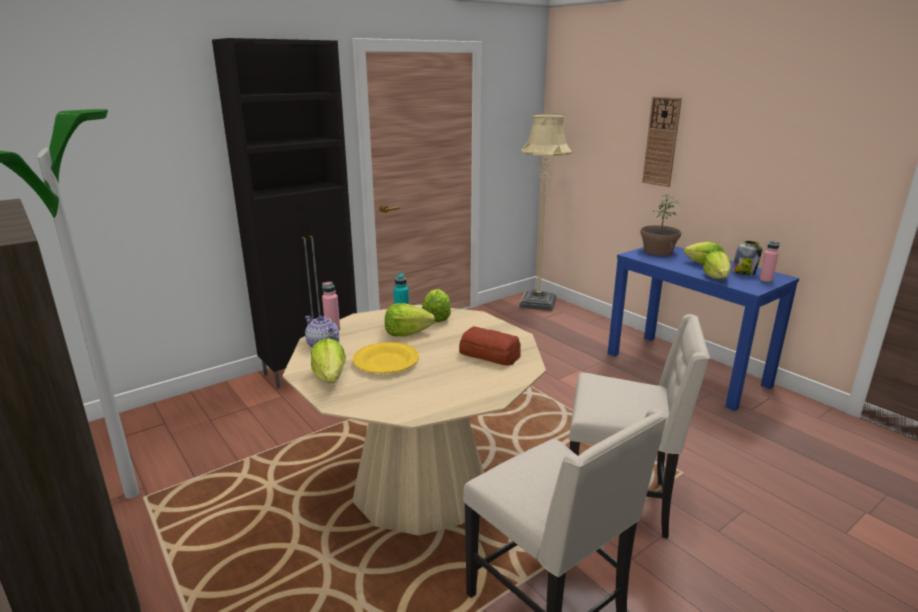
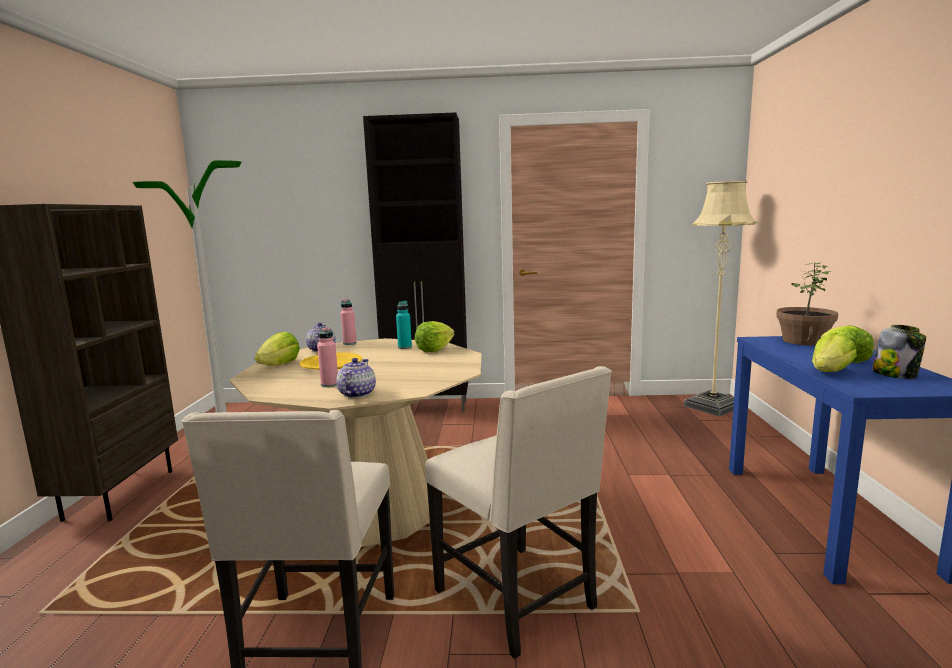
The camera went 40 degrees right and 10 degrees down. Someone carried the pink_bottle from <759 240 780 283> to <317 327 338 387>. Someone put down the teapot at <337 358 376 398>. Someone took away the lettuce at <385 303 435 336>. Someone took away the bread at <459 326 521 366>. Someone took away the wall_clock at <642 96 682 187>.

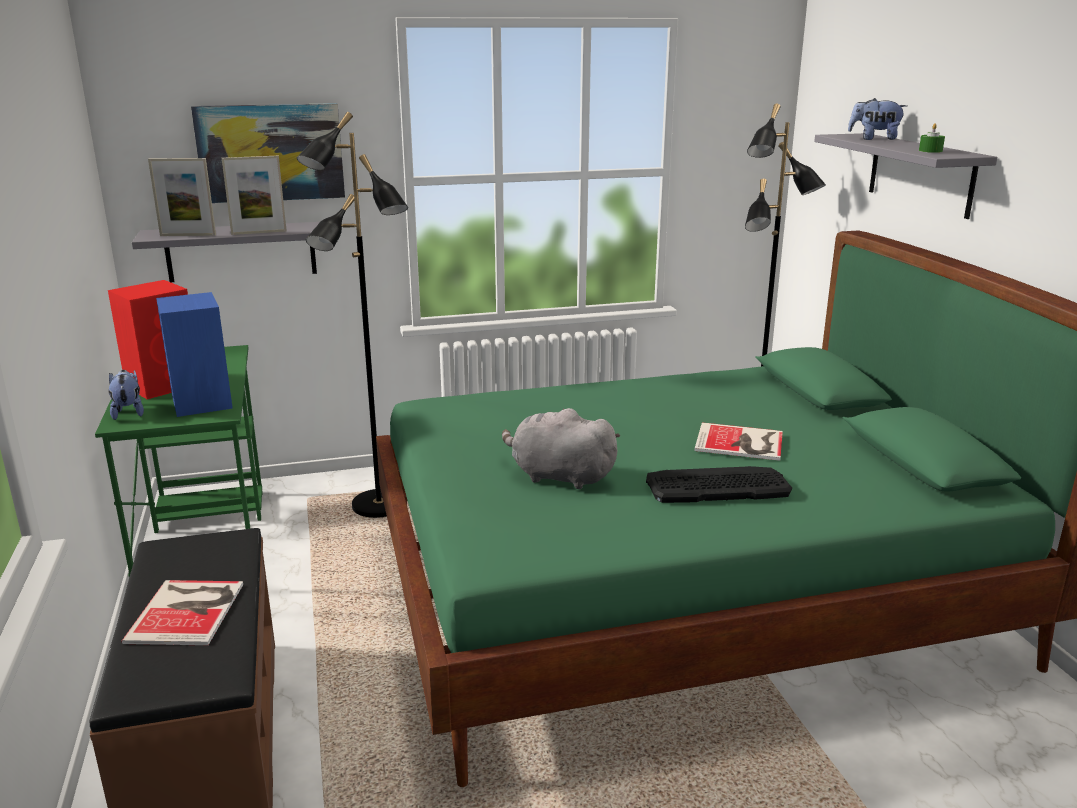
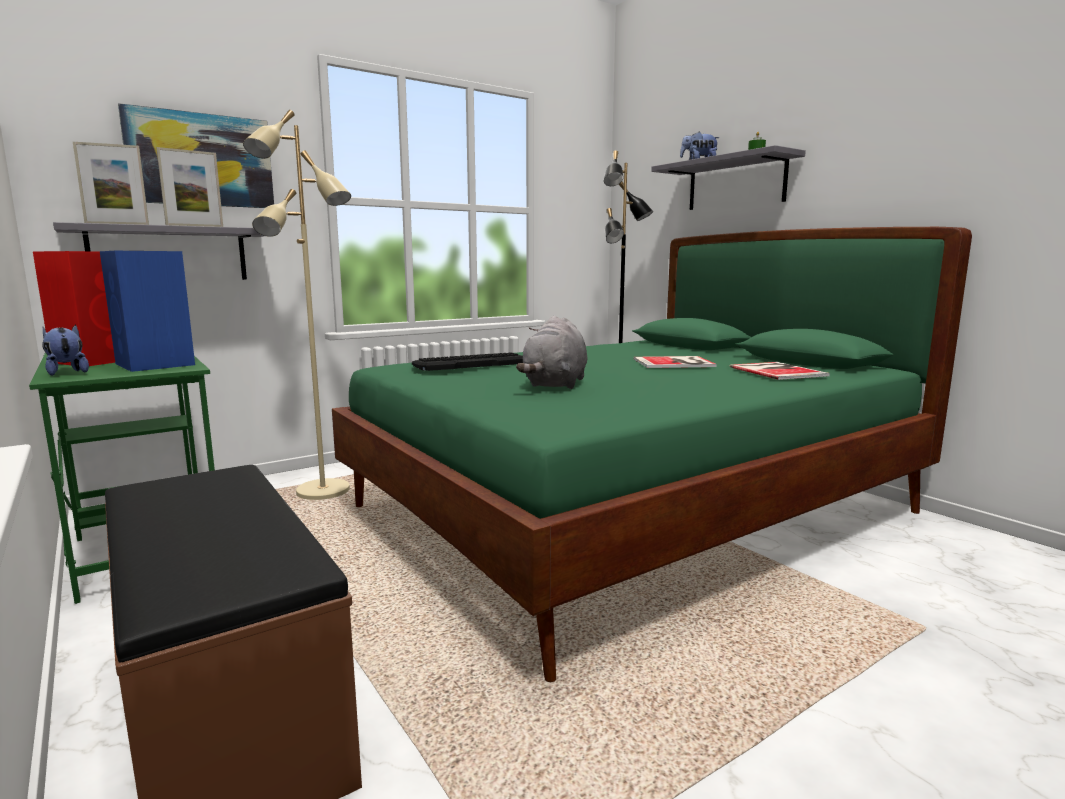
The camera went 20 degrees left and 10 degrees down. Someone repainted the black_floor_lamp at <297 112 408 518>, which became the beige_floor_lamp at <243 110 351 500>. Someone carried the keyboard from <646 466 792 503> to <412 352 523 371>. Someone rotated the grey_plush_toy at <502 408 620 489> by 75 degrees counterclockwise. Someone carried the book from <121 580 243 645> to <730 362 830 380>.

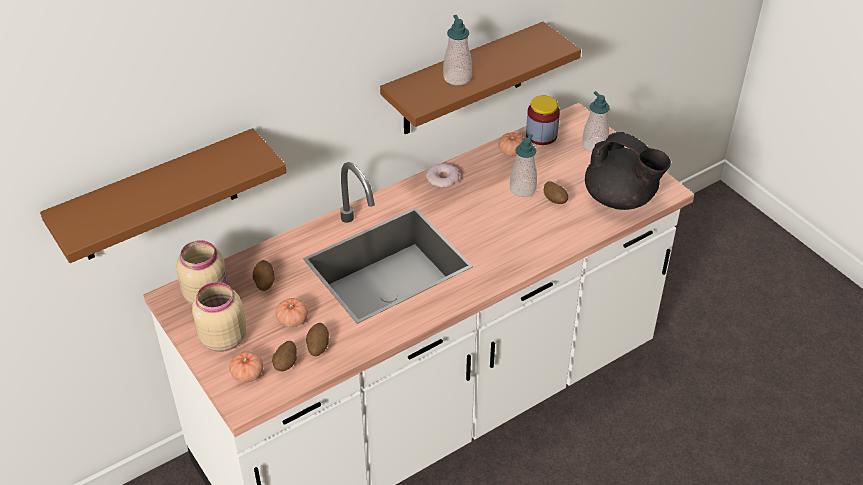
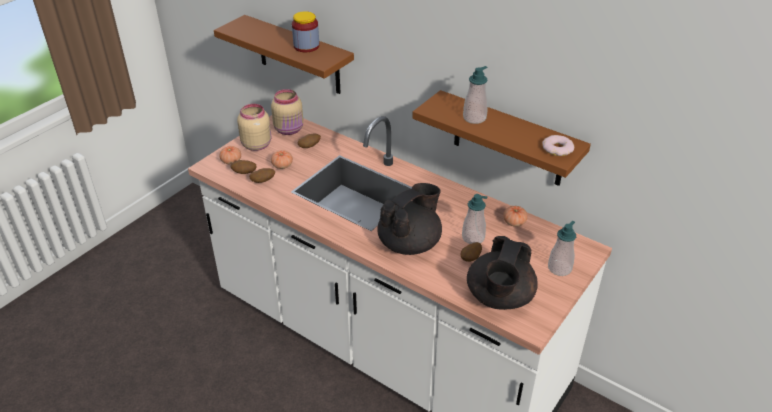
The camera went 70 degrees right and 5 degrees down. Someone carried the jar from <526 96 560 145> to <292 11 319 52>. Someone put down the black_teapot at <377 183 442 255>. Someone carried the donut from <426 163 460 188> to <542 135 574 156>.

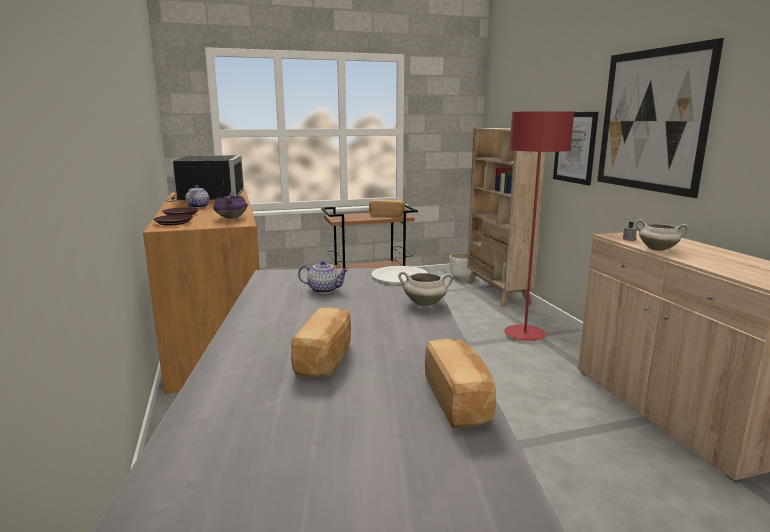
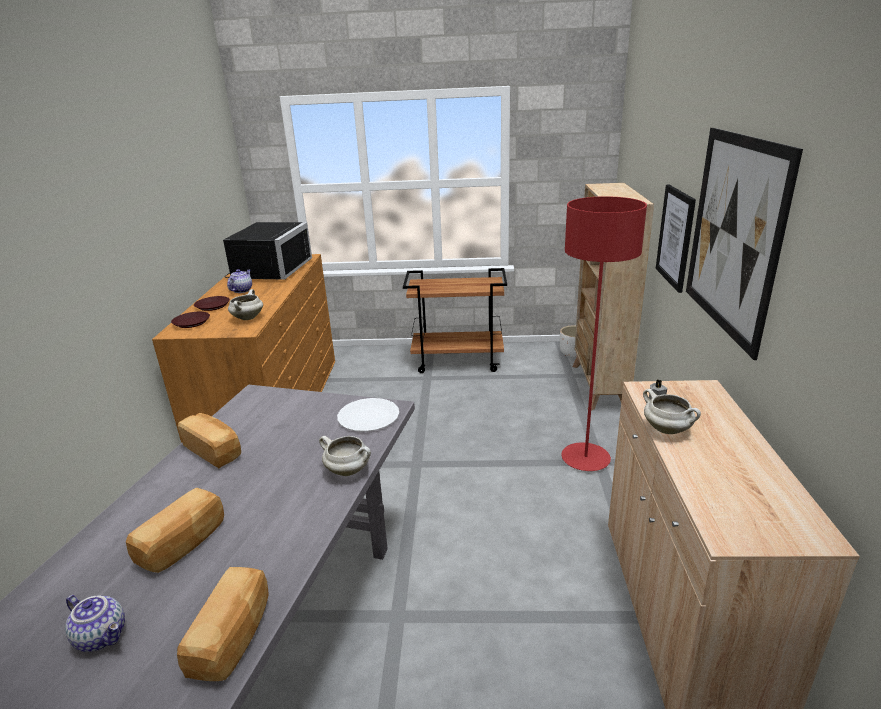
The camera went 20 degrees right and 10 degrees up. Someone carried the teapot from <298 260 349 294> to <65 595 125 652>. Someone carried the bread from <369 199 405 217> to <178 413 241 468>. Someone repainted the purple_cooking_pot at <213 192 248 219>, which became the white_cooking_pot at <228 289 263 320>.

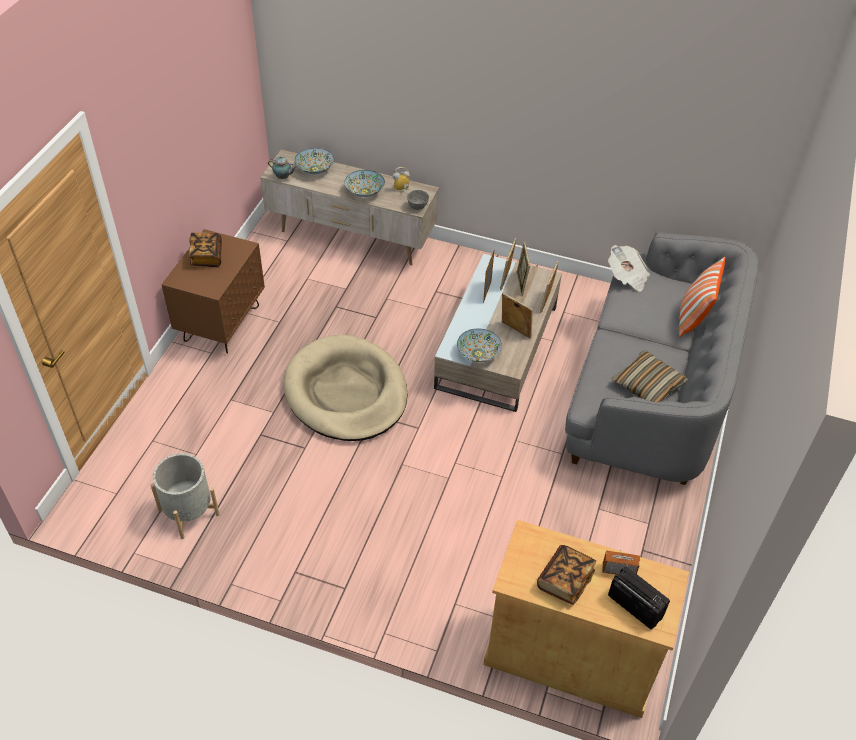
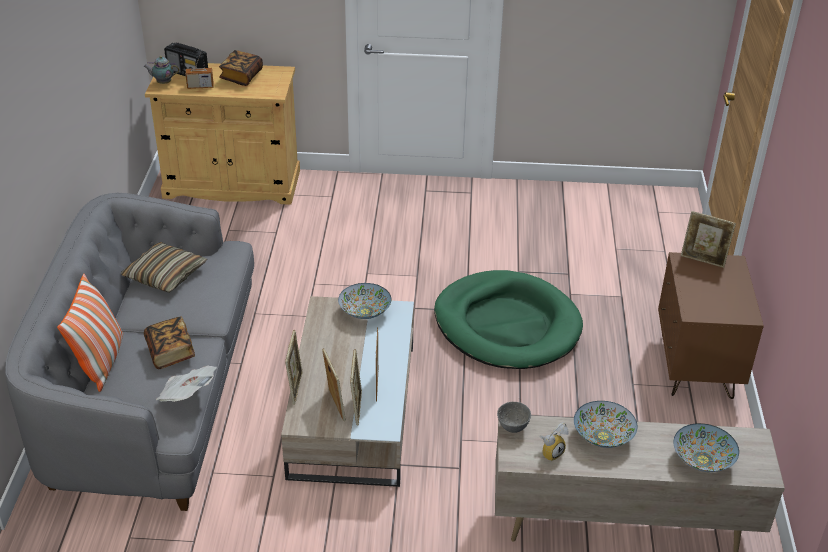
The camera went 165 degrees right and 10 degrees down. Someone carried the teapot from <268 156 296 179> to <143 56 180 84>. Someone carried the book from <189 232 222 267> to <144 316 195 369>. Someone repainted the beige_dog_bed at <283 335 408 441>, which became the green_dog_bed at <434 270 583 369>. Someone carried the picture_frame from <502 293 533 339> to <681 211 736 268>. Someone took away the grey_planter at <151 453 220 539>.

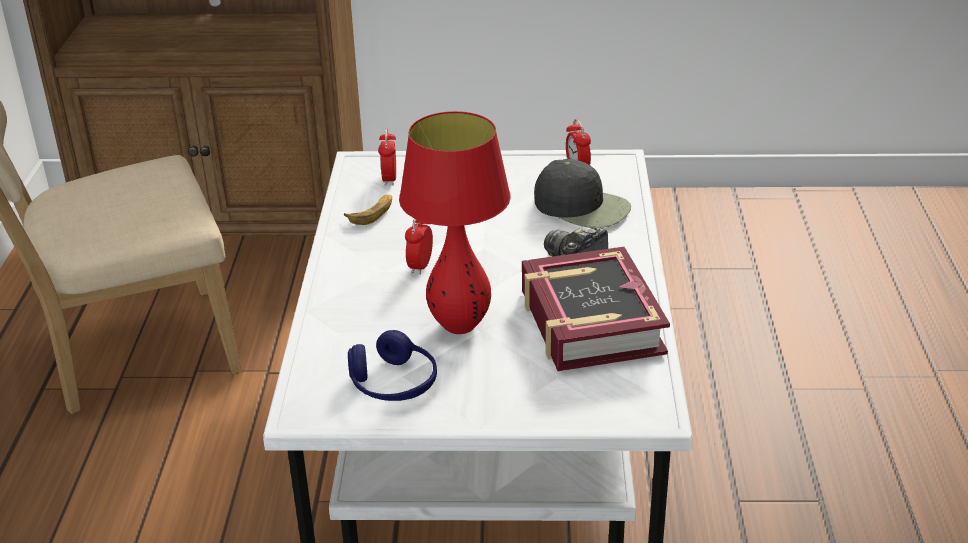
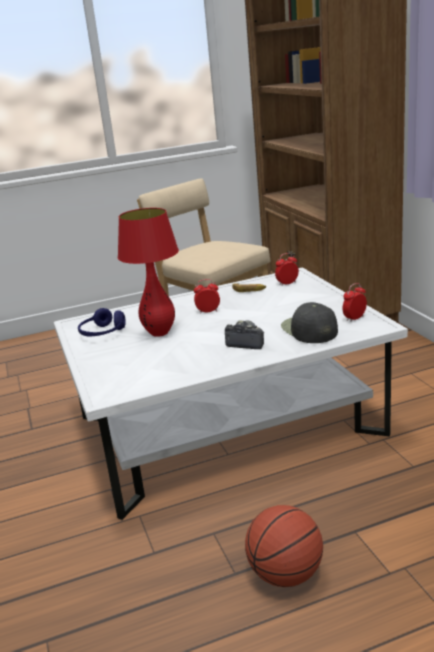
The camera went 70 degrees right and 10 degrees down. Someone put down the basketball at <245 505 323 587>. Someone rotated the black_cap at <534 159 631 228> by 150 degrees clockwise. Someone took away the book at <522 247 670 371>.

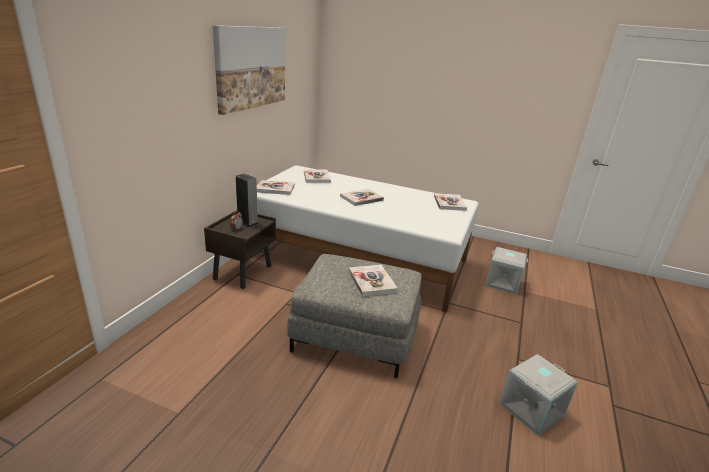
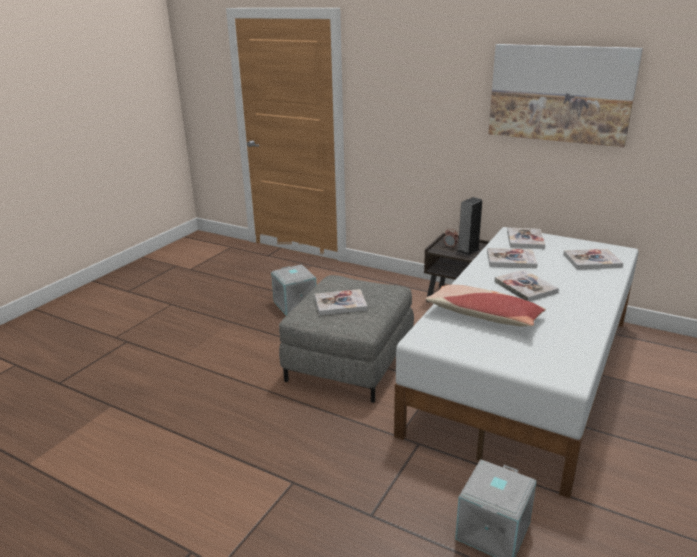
The camera went 100 degrees right and 0 degrees up. Someone carried the grey_storage_box from <500 354 578 436> to <271 264 316 315>. Someone put down the pillow at <426 285 546 327>. Someone carried the book from <434 193 467 211> to <487 248 538 268>.

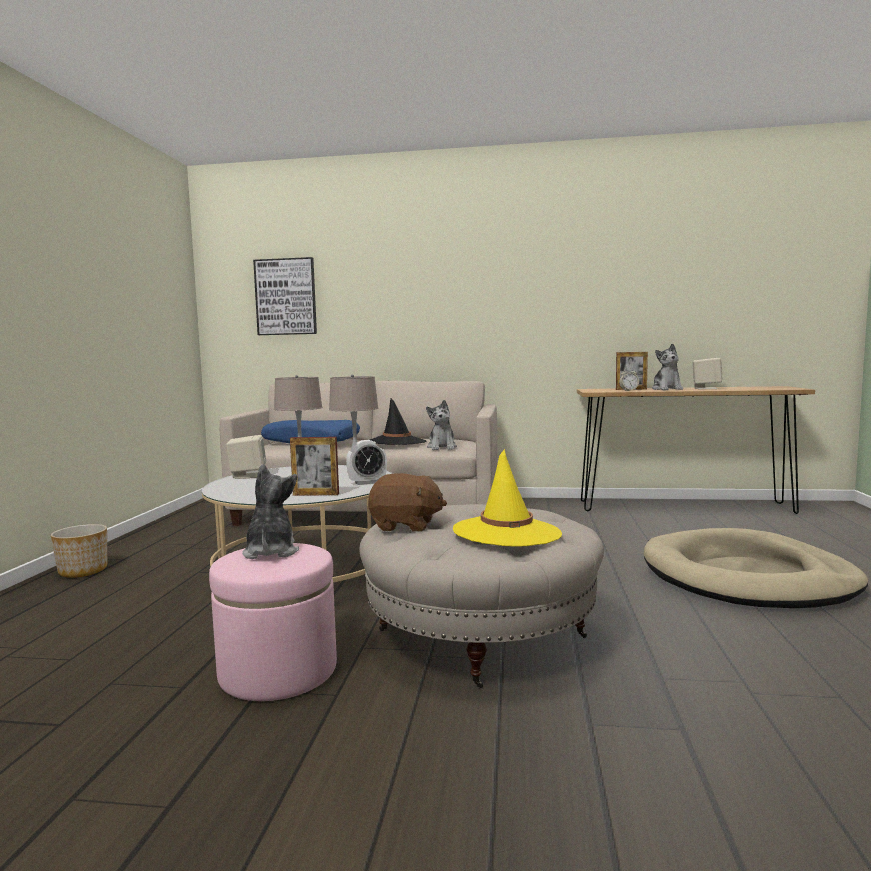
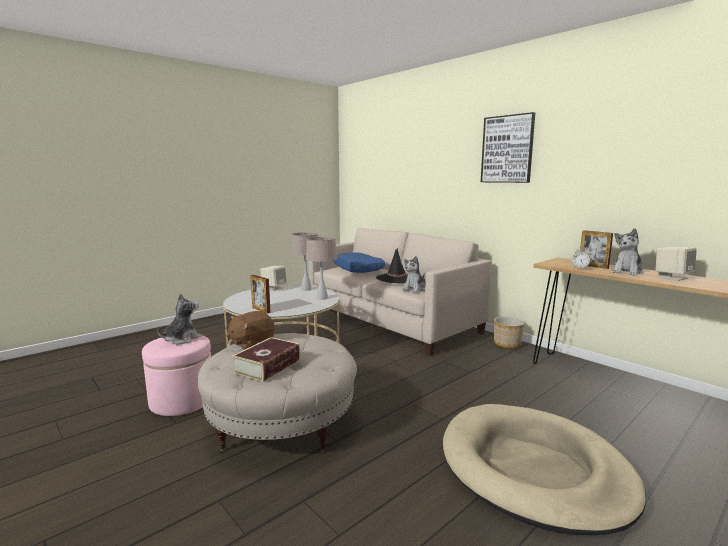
The camera went 40 degrees right and 5 degrees up. Someone rotated the brown_plush_toy at <368 473 447 531> by 90 degrees clockwise. Someone swapped the yellow_hat at <453 449 562 547> for the book at <232 337 300 382>. Someone carried the picture from <253 257 317 335> to <481 112 535 183>. Someone carried the planter from <51 524 107 578> to <494 317 524 348>. Someone took away the alarm_clock at <346 440 387 485>.

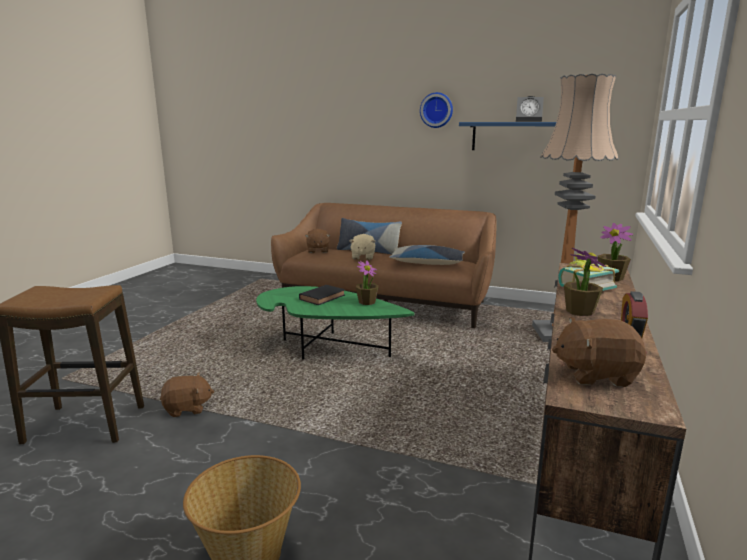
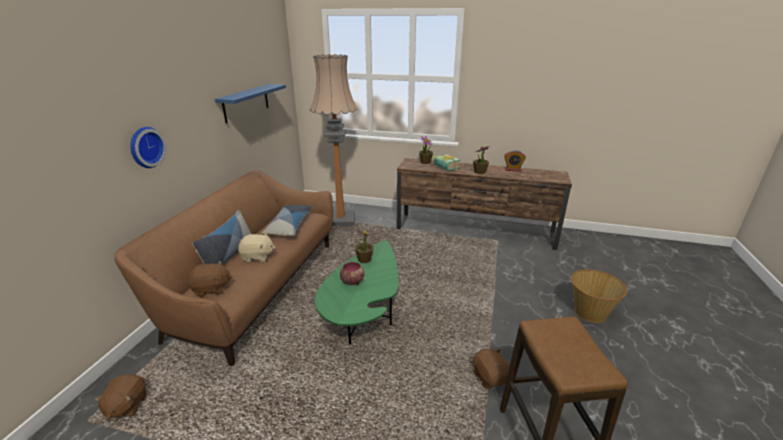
The camera went 95 degrees left and 10 degrees up. Someone carried the brown_plush_toy from <552 317 646 387> to <94 374 147 419>. Someone carried the wall_clock from <420 92 453 128> to <130 127 167 168>. Someone swapped the black_book at <299 285 345 305> for the bowl at <340 262 364 285>. Someone took away the alarm_clock at <516 96 544 122>.

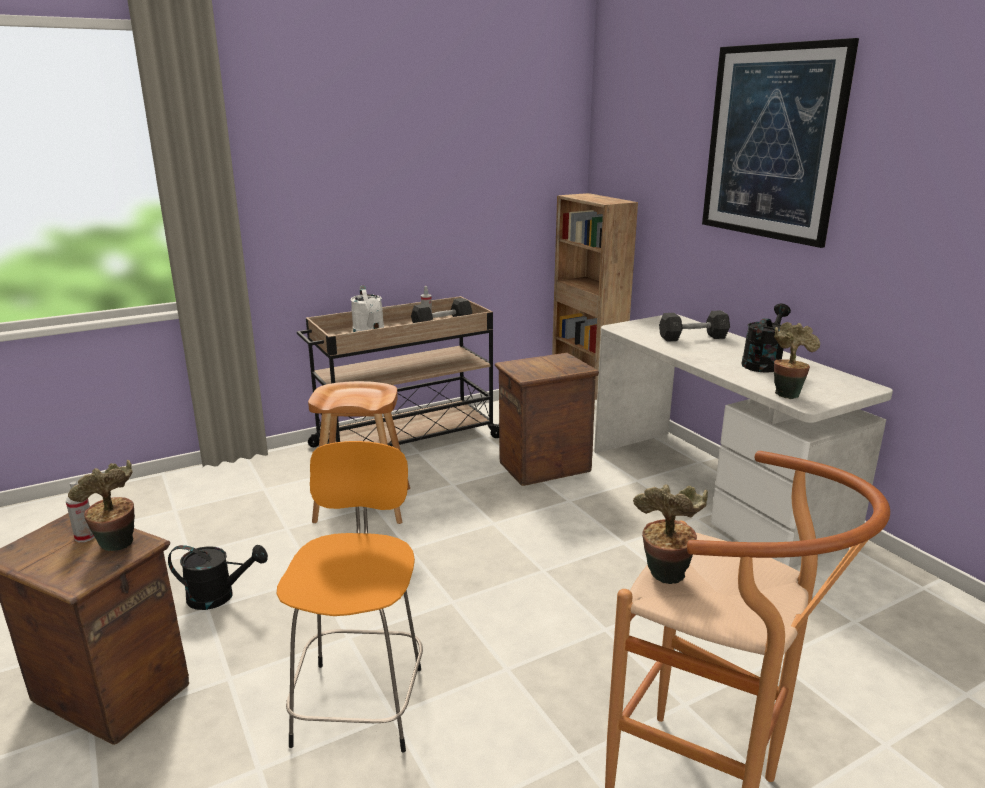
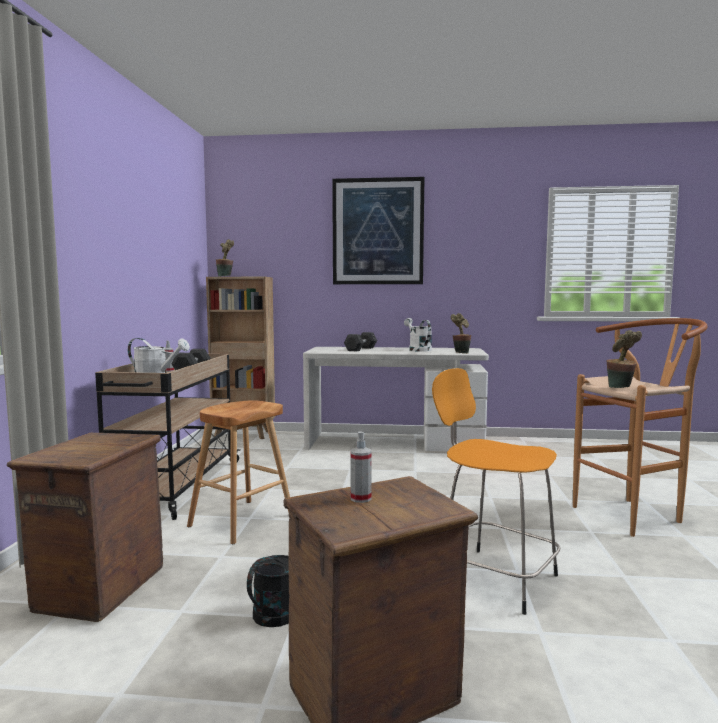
The camera went 55 degrees left and 15 degrees down. Someone carried the crate from <495 353 599 486> to <7 433 163 622>. Someone carried the potted_plant from <68 460 135 551> to <216 239 234 277>. Someone repainted the black_watering_can at <741 304 791 373>, which became the white_watering_can at <404 318 432 352>.

